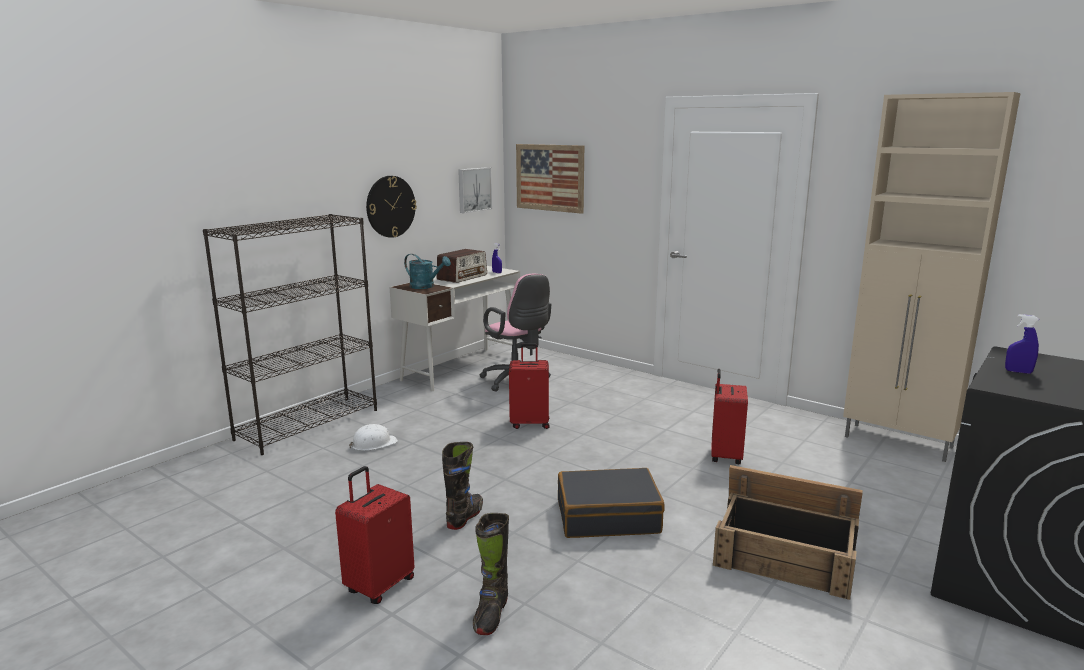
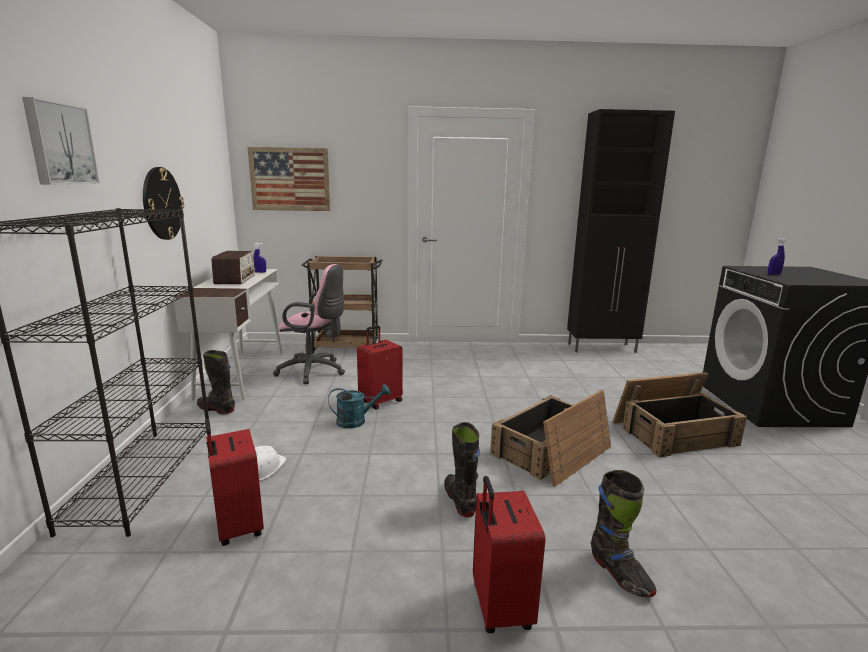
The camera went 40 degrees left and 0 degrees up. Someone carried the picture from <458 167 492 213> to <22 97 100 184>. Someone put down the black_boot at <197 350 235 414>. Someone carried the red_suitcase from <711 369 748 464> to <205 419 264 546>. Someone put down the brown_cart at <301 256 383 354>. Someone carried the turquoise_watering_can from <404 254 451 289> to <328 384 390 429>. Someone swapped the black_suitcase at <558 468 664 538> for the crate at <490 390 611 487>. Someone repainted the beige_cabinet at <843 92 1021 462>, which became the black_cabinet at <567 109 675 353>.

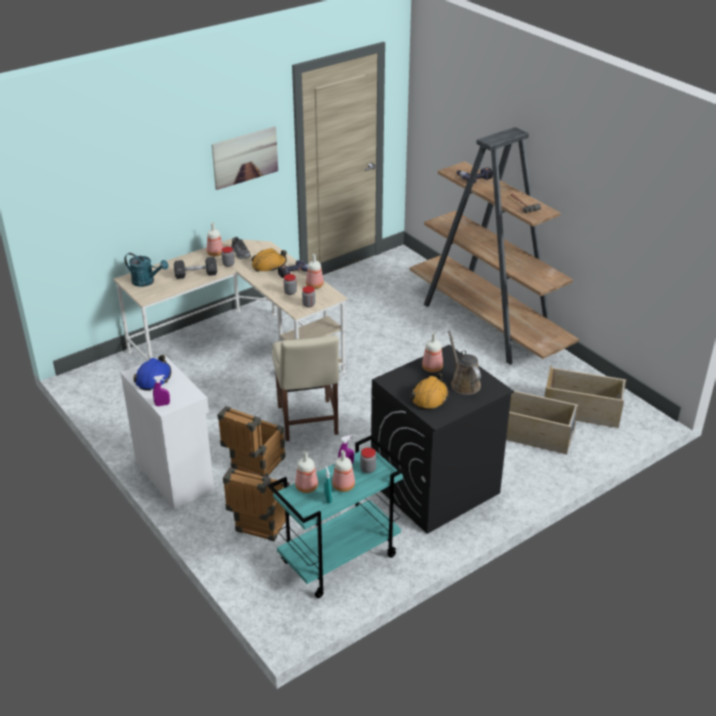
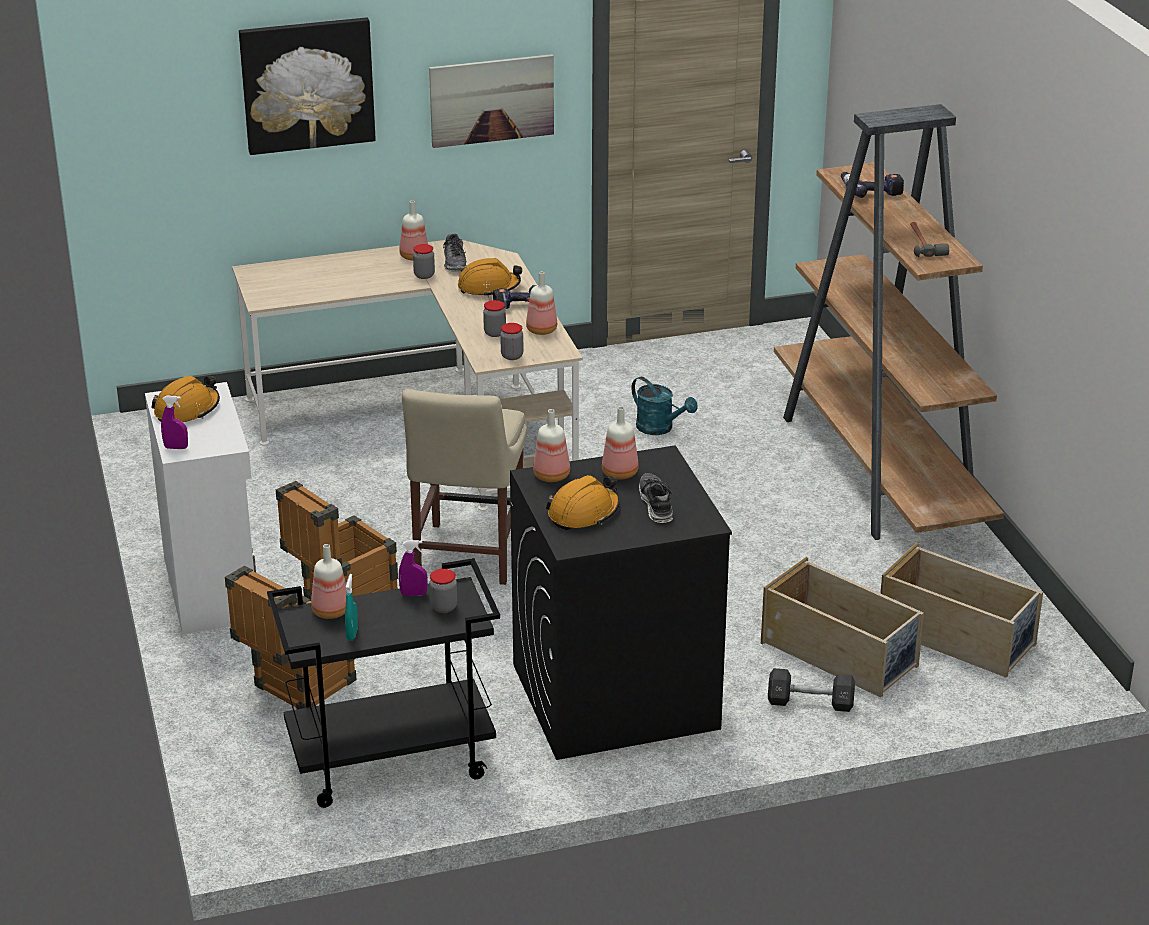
The camera went 20 degrees right and 5 degrees down. Someone repainted the blue_hard_hat at <133 355 171 391>, which became the orange_hard_hat at <151 375 220 422>. Someone put up the picture at <239 18 376 155>. Someone repainted the turquoise_cart at <268 436 408 598>, which became the black_cart at <267 558 500 808>. Someone carried the bottle from <332 450 355 492> to <533 409 570 482>. Someone carried the turquoise_watering_can from <124 253 168 287> to <631 377 698 435>. Someone swapped the brown_watering_can at <448 330 481 395> for the shoe at <639 473 673 523>. Someone carried the black_dumbbell from <174 257 217 279> to <768 668 855 712>.

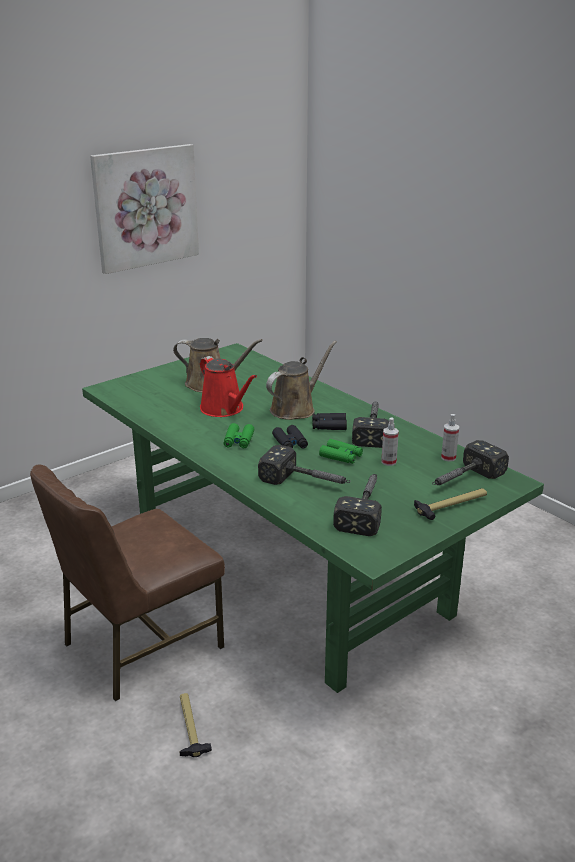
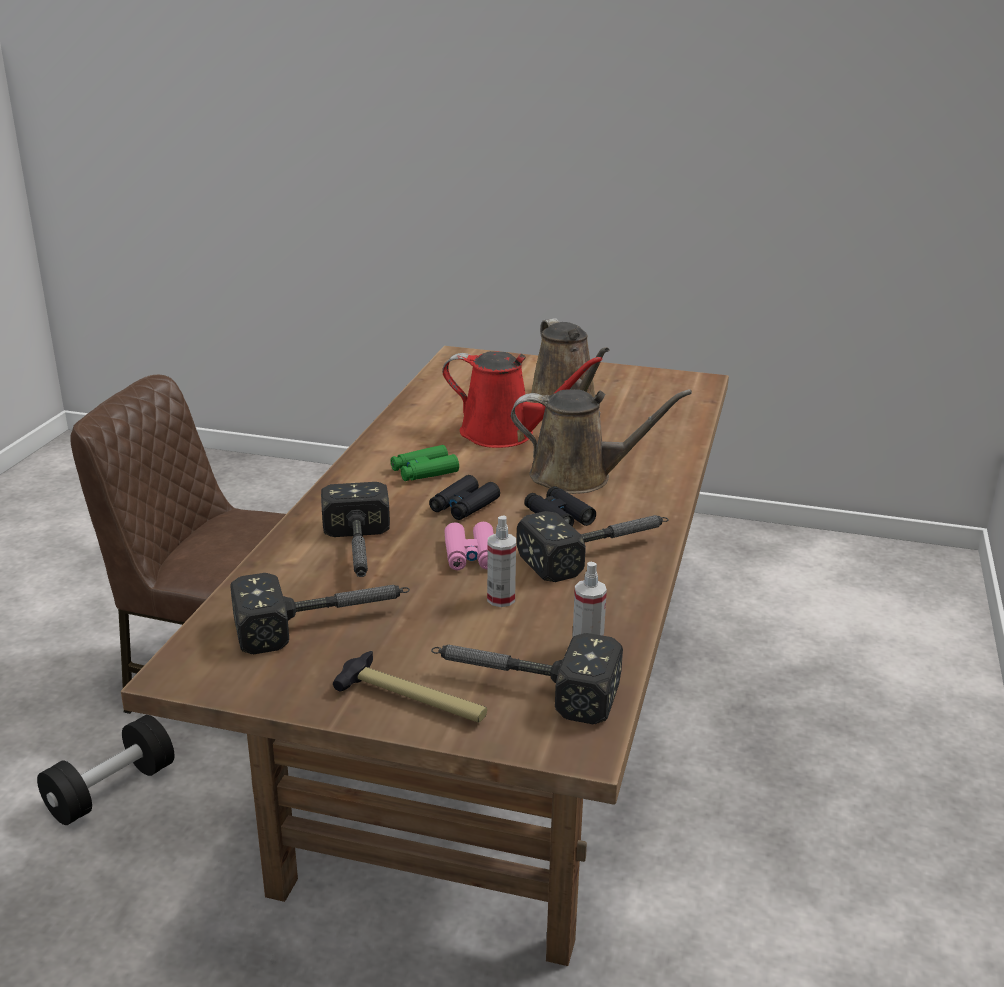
The camera went 55 degrees right and 0 degrees up. Someone swapped the hammer at <180 693 212 757> for the black_dumbbell at <37 715 174 825>. Someone repainted the green_dining_table at <82 343 544 693>, which became the brown_dining_table at <121 346 729 966>. Someone rotated the red_watering_can at <200 356 257 417> by 90 degrees counterclockwise. Someone repainted the green_binoculars at <319 439 363 464>, which became the pink_binoculars at <444 522 494 570>. Someone took away the picture at <90 144 199 274>.

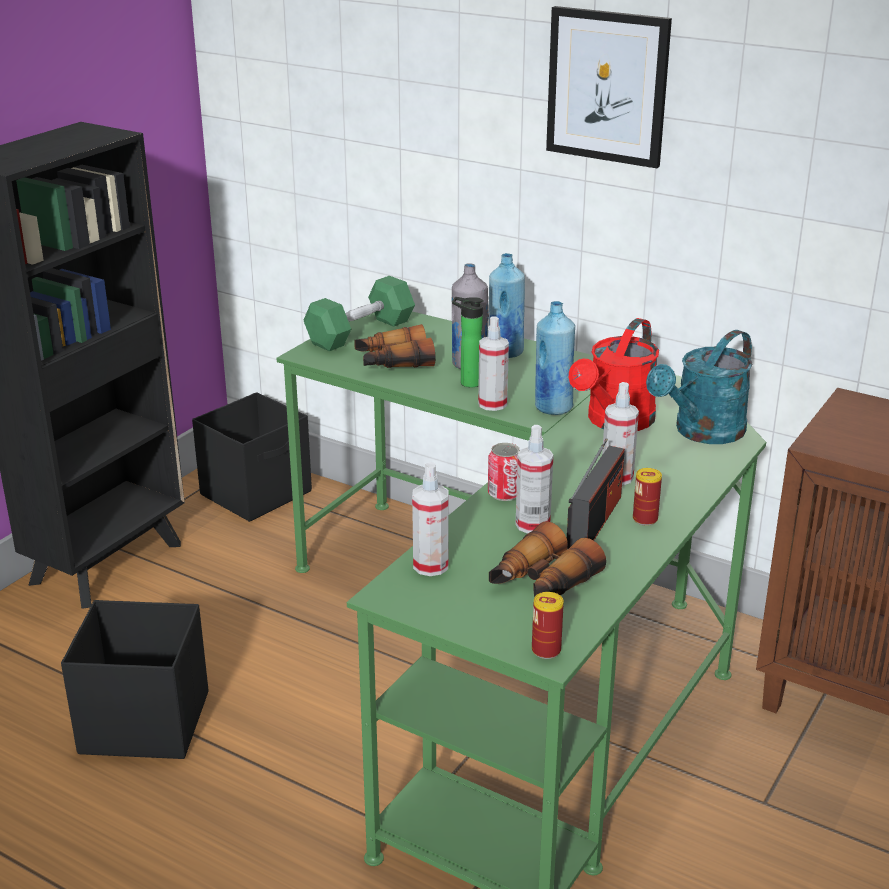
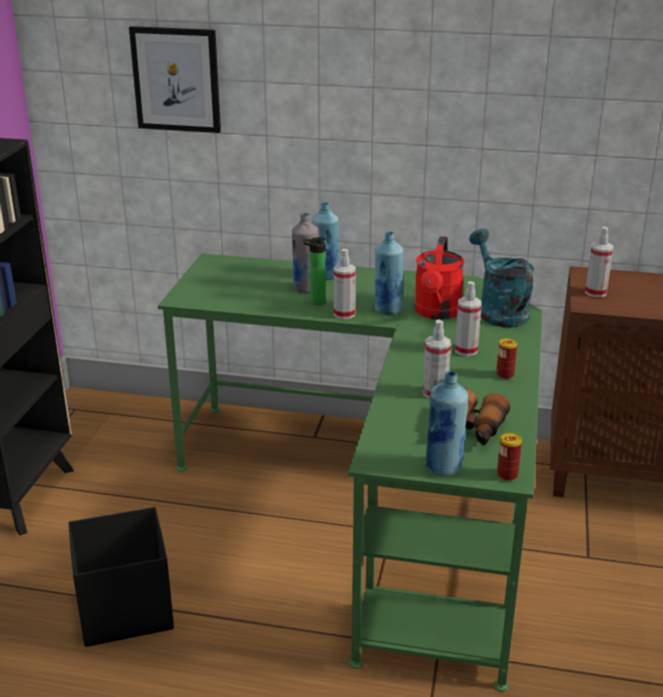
The camera went 20 degrees left and 0 degrees up. Someone carried the picture from <546 6 672 168> to <129 26 221 133>. Someone put down the blue_bottle at <424 370 468 476>. Someone rotated the turquoise_watering_can at <646 330 752 444> by 135 degrees clockwise. Someone carried the spray_bottle from <412 462 449 576> to <585 227 614 297>. Someone took away the black_storage_box at <192 392 312 522>. Someone took away the green_dumbbell at <304 276 415 351>. Someone took away the binoculars at <354 324 435 368>. Someone took away the can at <488 443 520 501>. Someone took away the radio at <567 438 625 549>.

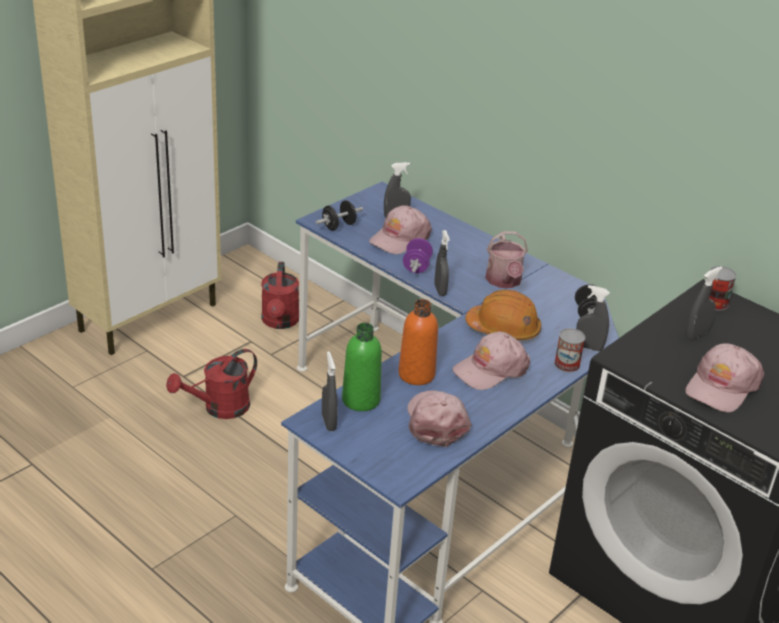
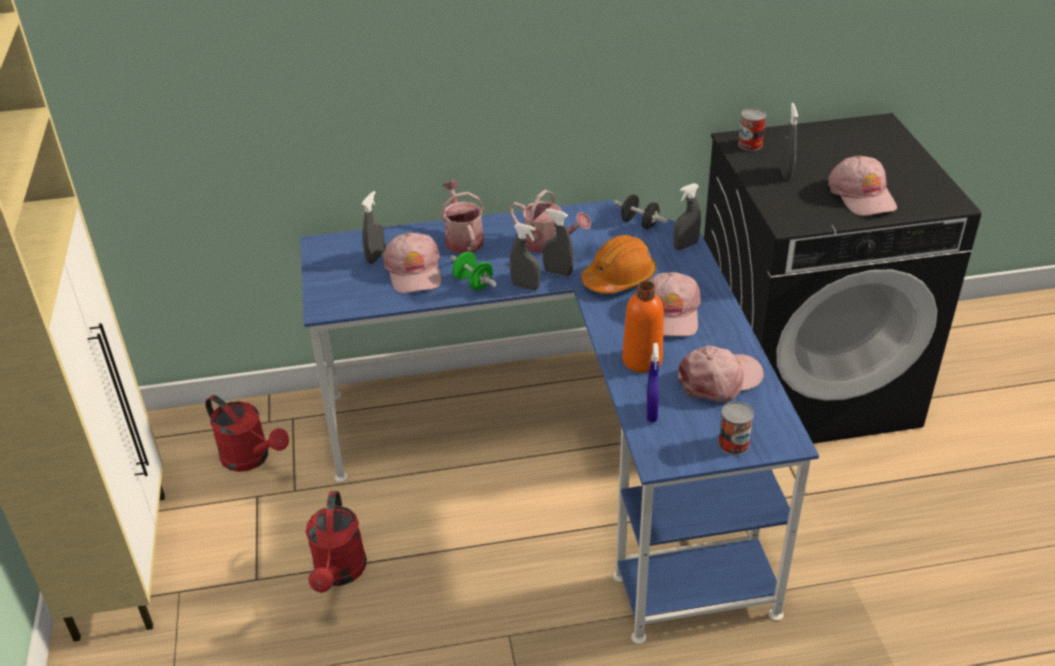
The camera went 50 degrees left and 5 degrees up. Someone put down the watering_can at <441 181 484 254>. Someone repainted the purple_dumbbell at <403 238 433 273>, which became the green_dumbbell at <450 252 497 290>. Someone carried the grey_spray_bottle from <322 351 338 431> to <542 209 574 276>. Someone swapped the green_bottle at <342 323 382 411> for the blue_spray_bottle at <647 343 659 422>. Someone rotated the pink_cap at <407 390 472 447> by 120 degrees clockwise. Someone carried the can from <554 328 585 372> to <718 402 754 455>. Someone took away the black_dumbbell at <316 200 363 230>.

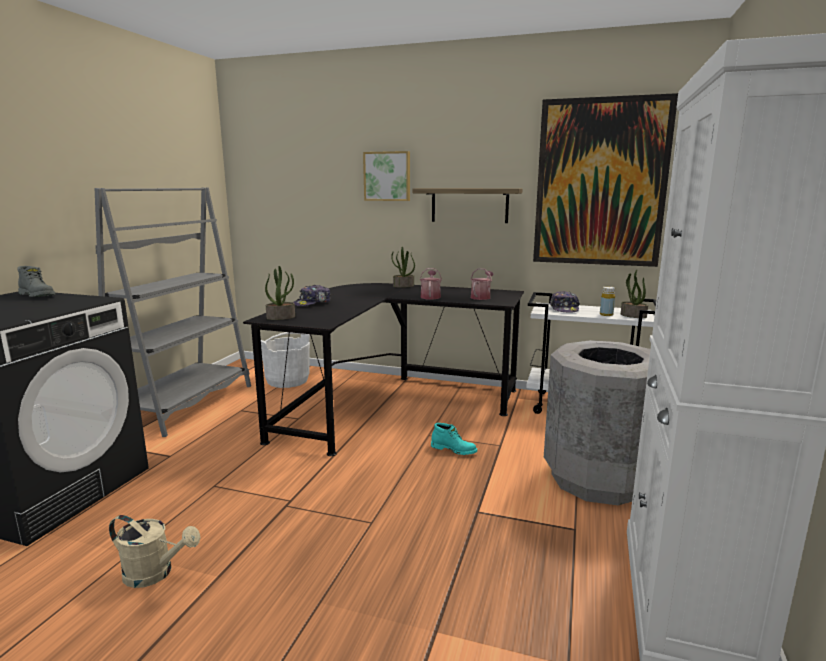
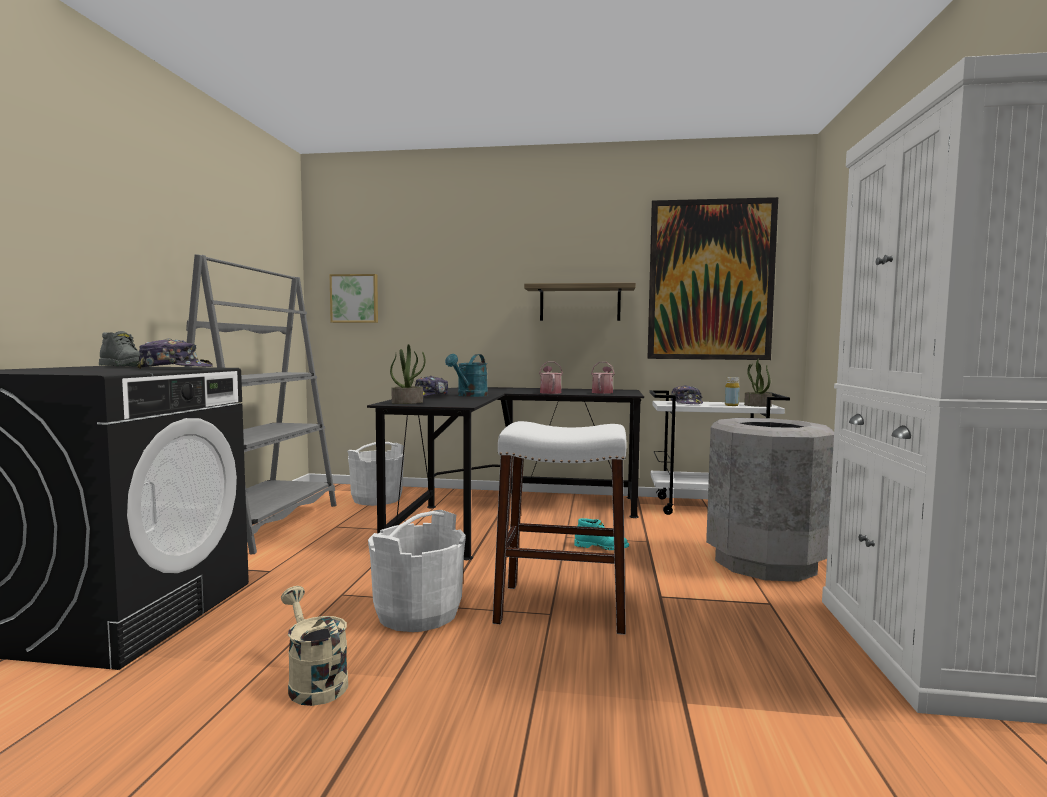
The camera went 10 degrees left and 10 degrees down. Someone put down the cap at <137 338 213 369>. Someone rotated the beige_watering_can at <109 515 201 588> by 135 degrees counterclockwise. Someone carried the picture from <363 151 410 201> to <329 274 378 323>. Someone put down the white_bucket at <368 510 466 632>. Someone put down the turquoise_watering_can at <445 354 488 397>. Someone put down the white_stool at <492 421 626 635>. Someone took away the potted_plant at <391 247 415 288>.

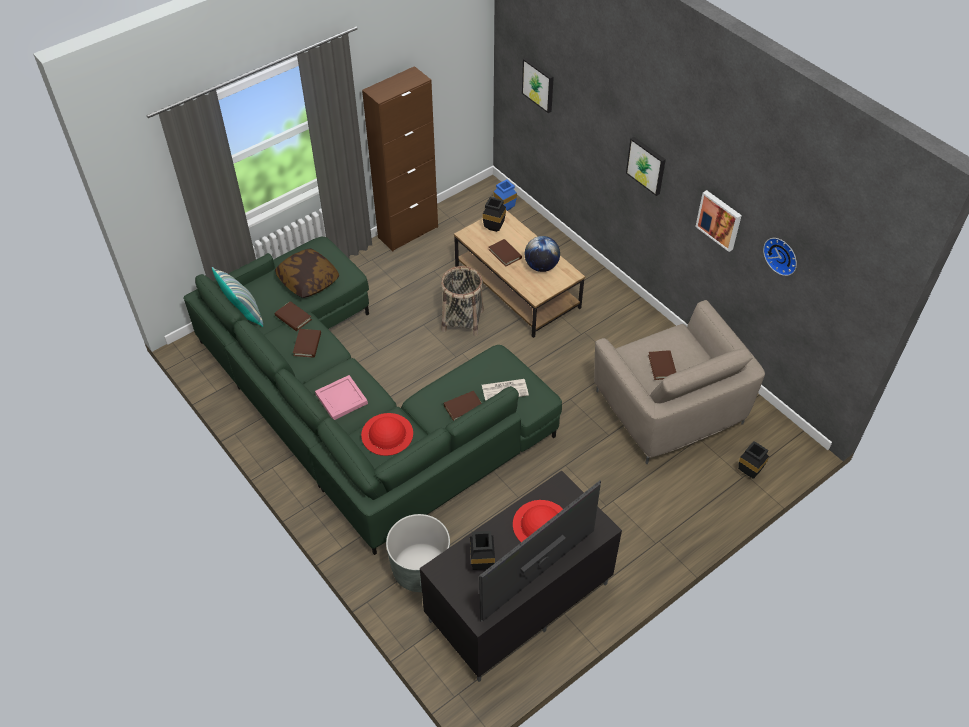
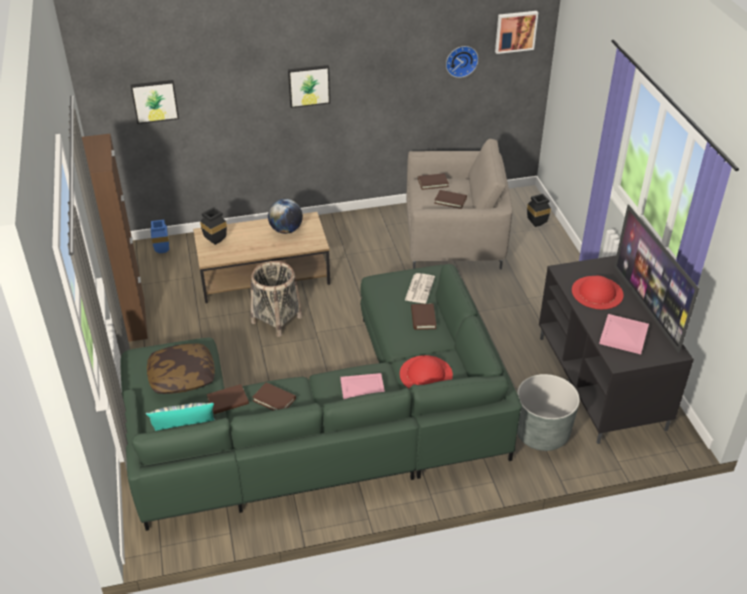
The camera went 65 degrees left and 10 degrees down. Someone carried the brown_book from <489 239 522 267> to <418 173 449 190>. Someone carried the picture from <695 190 742 252> to <495 11 538 54>. Someone swapped the black_vase at <470 531 495 570> for the pink_tray at <599 314 649 354>.

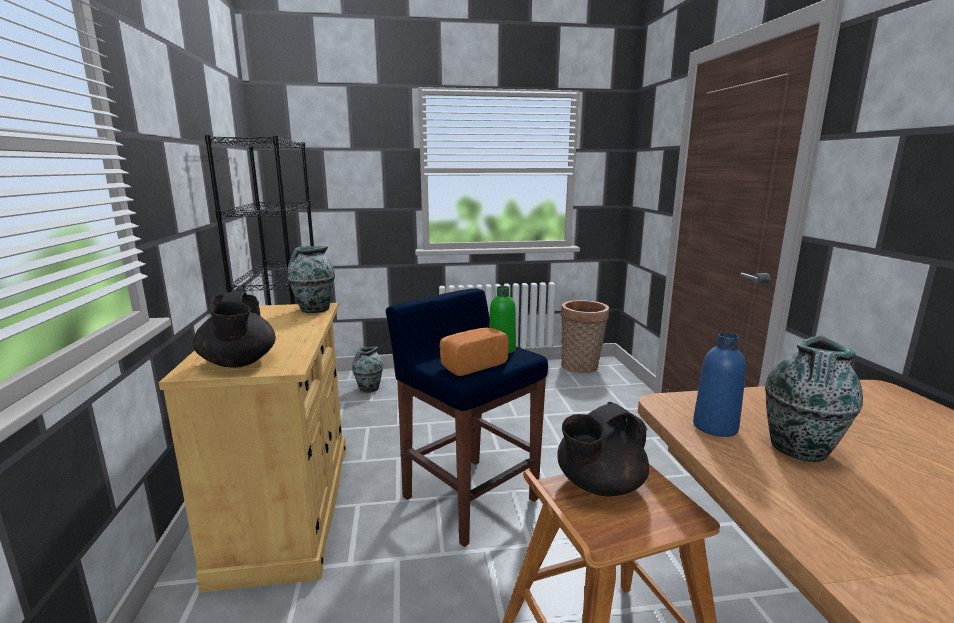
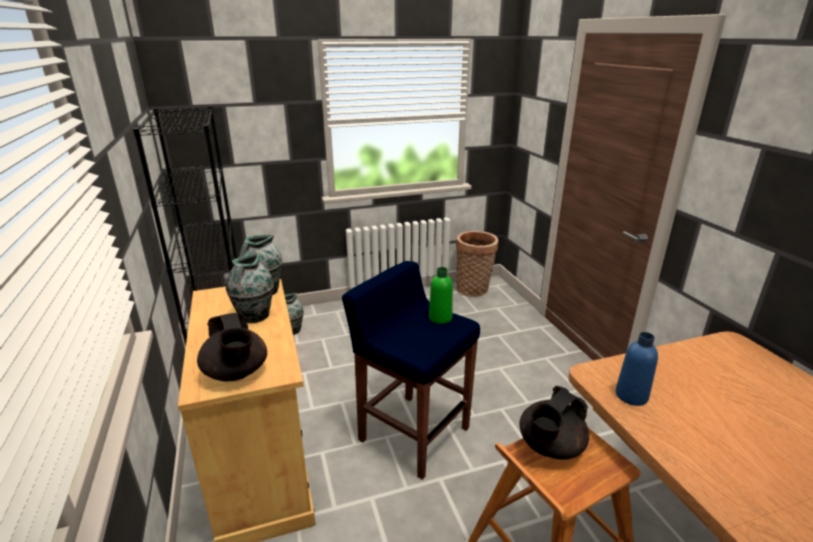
The camera went 10 degrees left and 10 degrees up. Someone carried the vase from <765 336 863 462> to <226 252 274 323>. Someone took away the bread at <440 328 509 376>.

